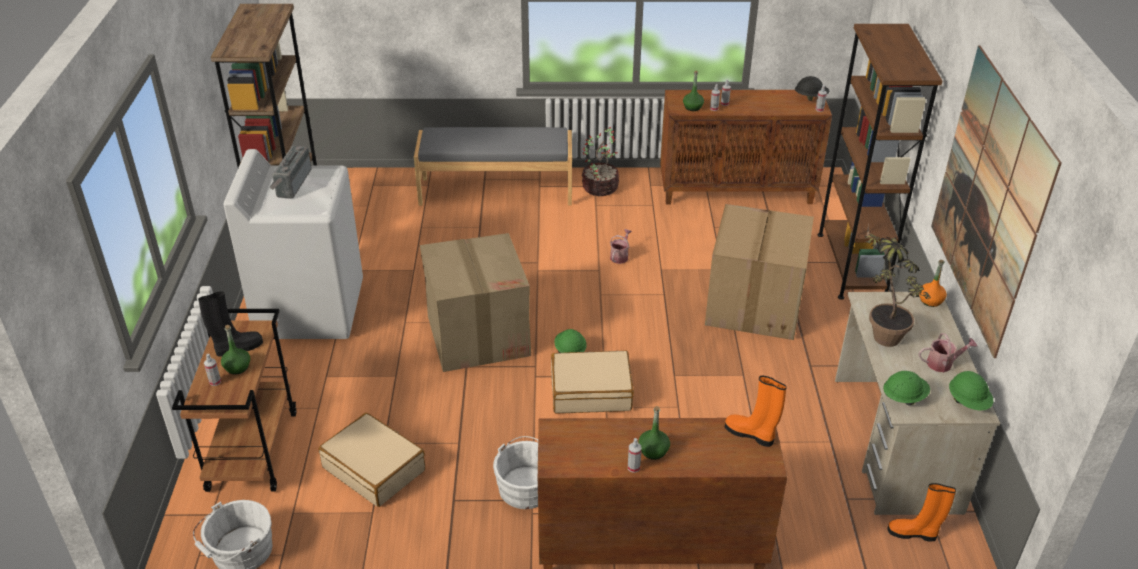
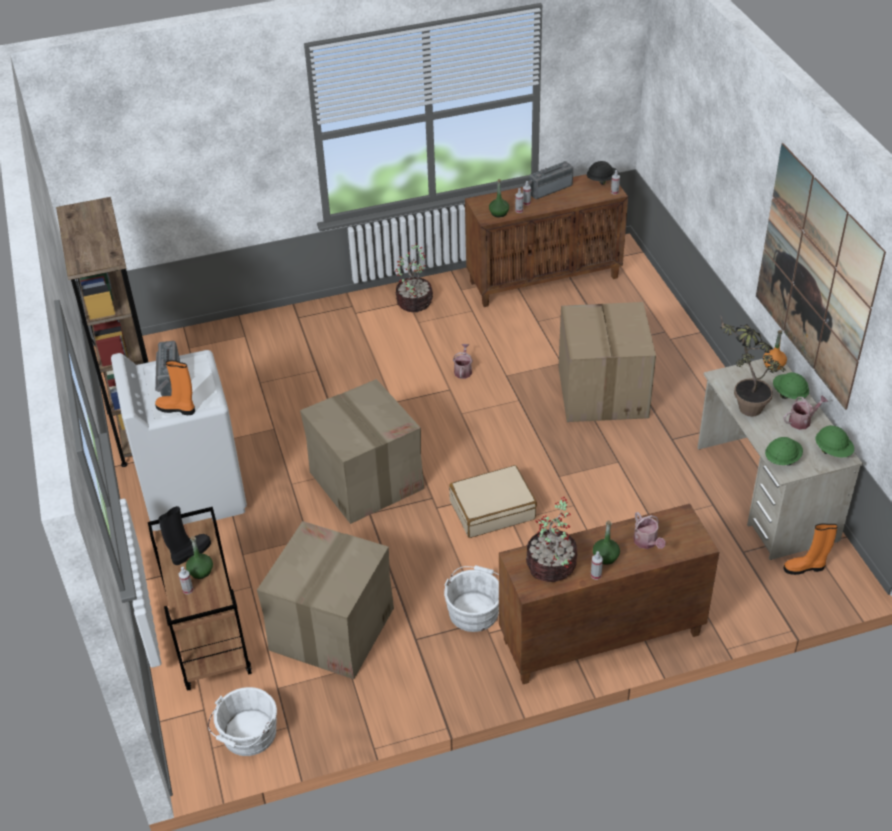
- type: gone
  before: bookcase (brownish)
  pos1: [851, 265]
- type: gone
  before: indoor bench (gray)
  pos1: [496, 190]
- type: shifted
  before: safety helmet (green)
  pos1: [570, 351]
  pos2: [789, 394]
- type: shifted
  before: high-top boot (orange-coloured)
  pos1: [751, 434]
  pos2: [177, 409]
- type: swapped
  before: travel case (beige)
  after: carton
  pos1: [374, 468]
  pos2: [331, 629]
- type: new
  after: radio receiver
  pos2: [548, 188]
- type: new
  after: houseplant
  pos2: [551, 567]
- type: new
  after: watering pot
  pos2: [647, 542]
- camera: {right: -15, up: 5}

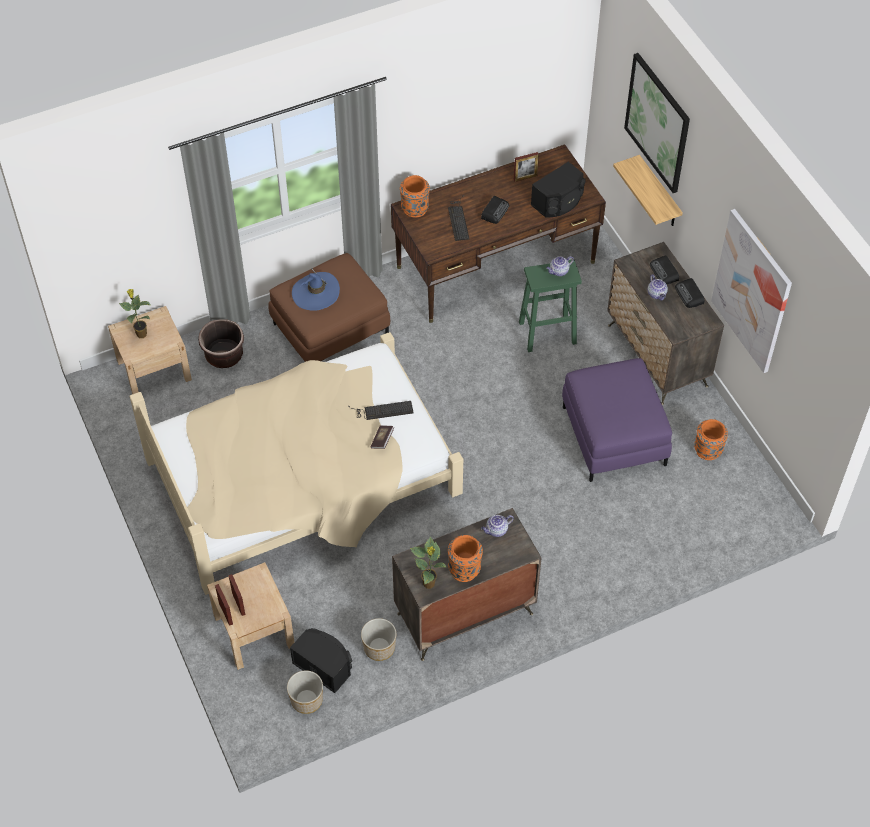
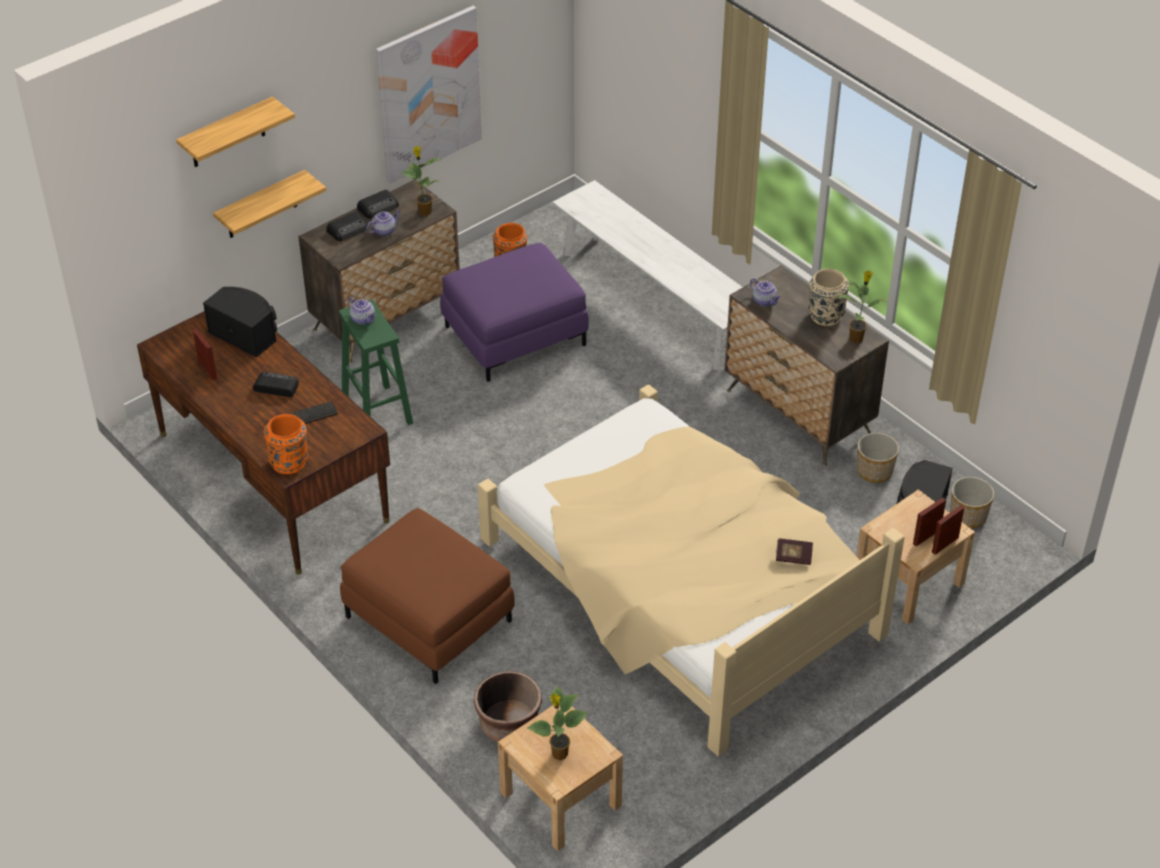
- type: swapped
  before: wall picture
  after: shelf
  pos1: [657, 122]
  pos2: [227, 134]
- type: gone
  before: hat (blue-coloured)
  pos1: [315, 293]
- type: gone
  before: computer keyboard
  pos1: [382, 410]
- type: shifted
  before: book
  pos1: [382, 440]
  pos2: [793, 557]
- type: repainted
  before: flower vase (orange-coloured)
  after: flower vase (beige)
  pos1: [464, 569]
  pos2: [825, 316]
- type: new
  after: houseplant
  pos2: [424, 211]
- type: new
  after: indoor bench (white)
  pos2: [654, 301]
- camera: {right: -105, up: -10}

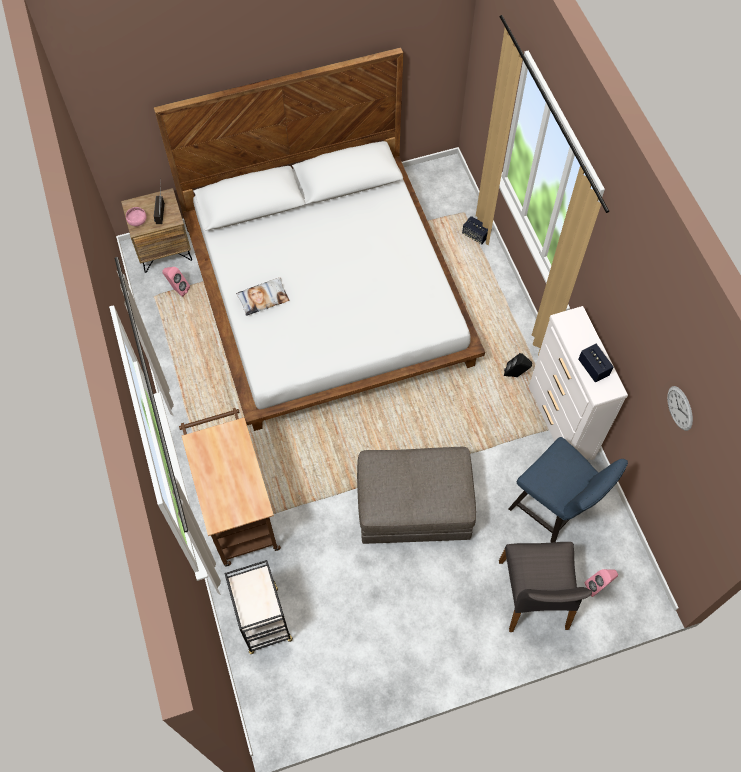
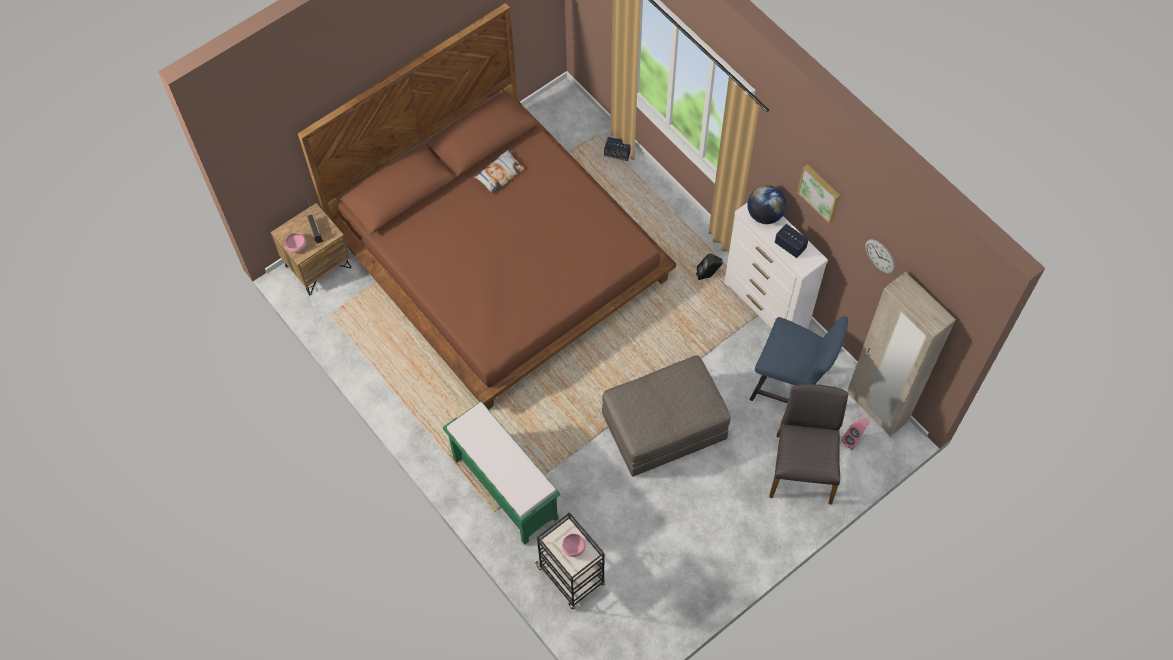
- type: repainted
  before: bedroom bed (white)
  after: bedroom bed (brownish)
  pos1: [328, 294]
  pos2: [500, 257]
- type: gone
  before: speaker (pinkish)
  pos1: [178, 289]
- type: shifted
  before: pillow
  pos1: [263, 298]
  pos2: [500, 174]
- type: swapped
  before: trolley (brownish)
  after: indoor bench (green)
  pos1: [238, 510]
  pos2: [504, 488]
- type: rotated
  before: chair (gray)
  pos1: [535, 595]
  pos2: [802, 467]
  turn: -150
- type: new
  after: wall picture
  pos2: [820, 192]
- type: new
  after: globe
  pos2: [764, 215]
- type: new
  after: clothes cupboard (beige)
  pos2: [876, 408]
- type: new
  after: deep dish (pinkish)
  pos2: [573, 548]
- camera: {right: -20, up: 0}

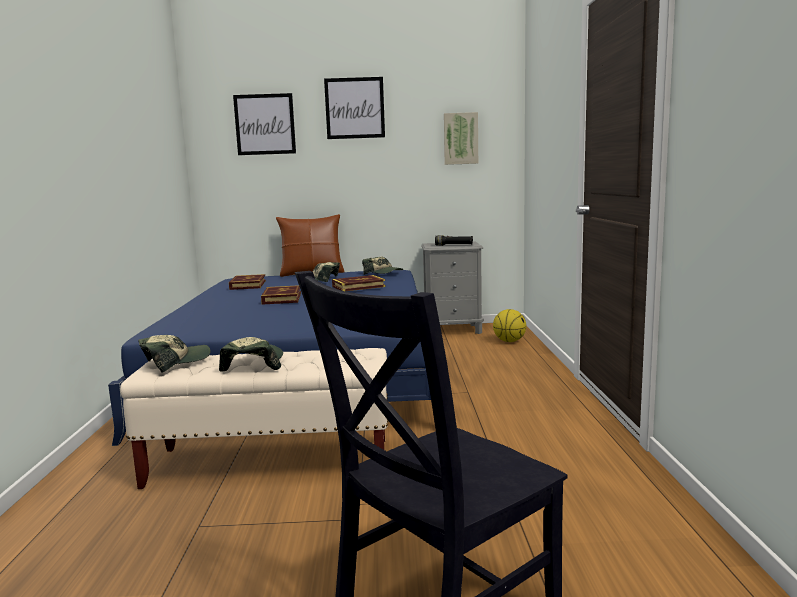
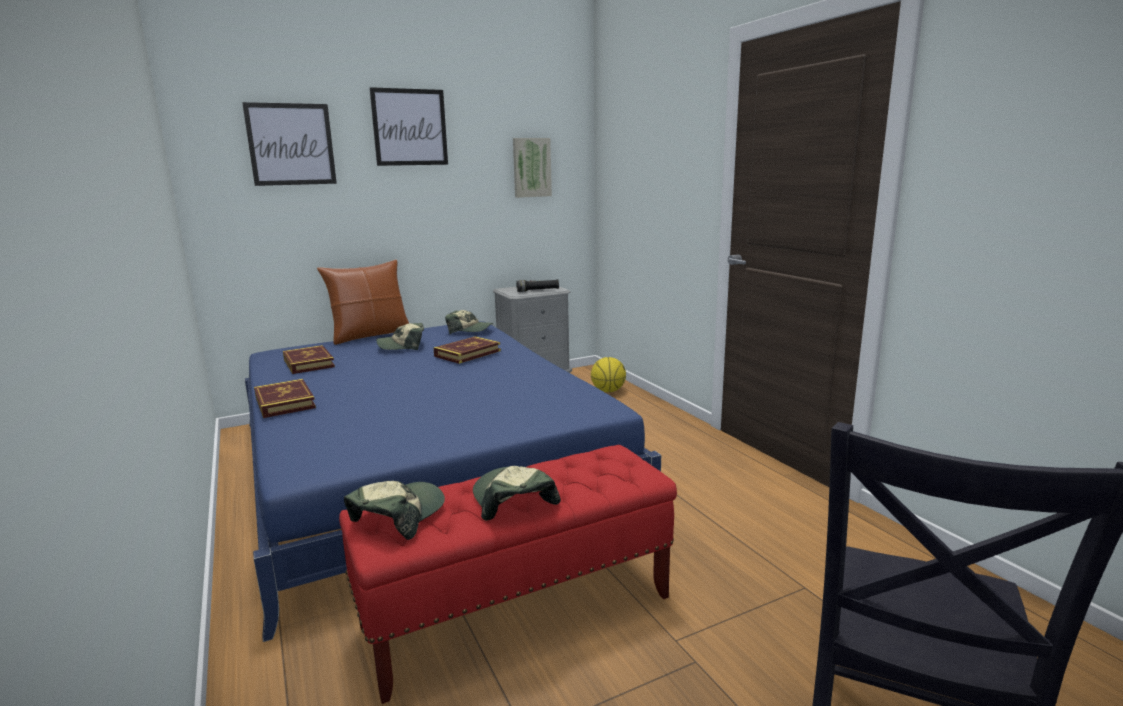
- type: shifted
  before: book
  pos1: [282, 298]
  pos2: [284, 402]
- type: repainted
  before: indoor bench (beige)
  after: indoor bench (red-coloured)
  pos1: [271, 464]
  pos2: [518, 612]
- camera: {right: -25, up: 5}

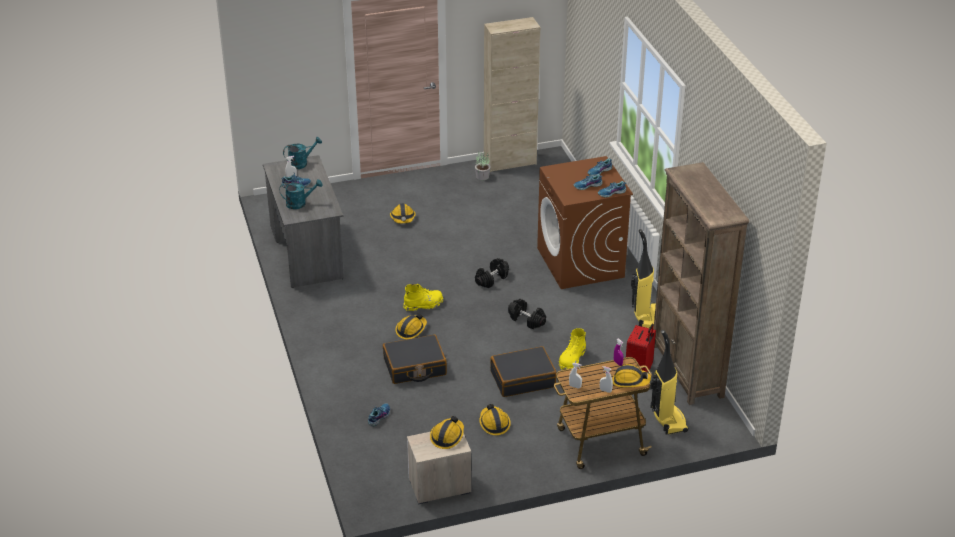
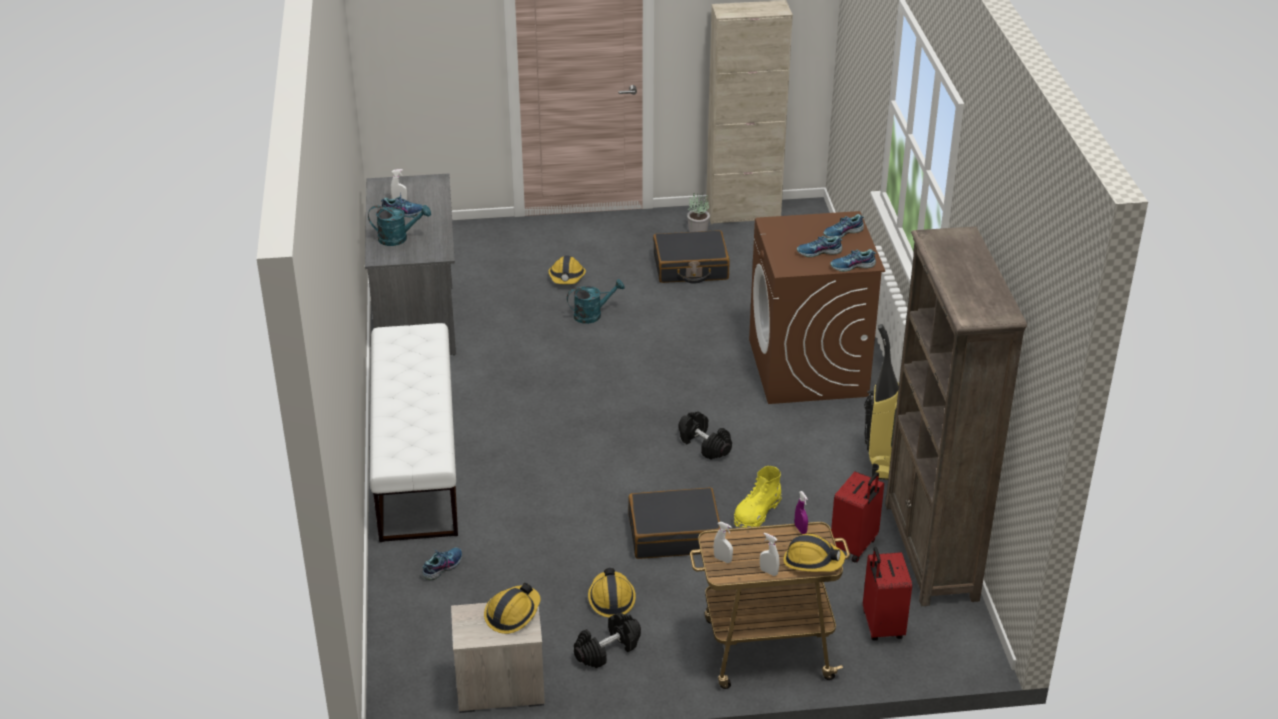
- type: shifted
  before: watering pot (blue-green)
  pos1: [301, 163]
  pos2: [592, 315]
- type: shifted
  before: hand weight (black-coloured)
  pos1: [491, 279]
  pos2: [607, 649]
- type: gone
  before: high-top boot (yellowish)
  pos1: [423, 305]
- type: gone
  before: safety helmet
  pos1: [411, 330]
- type: swapped
  before: vacuum cleaner
  after: travel case (red-coloured)
  pos1: [667, 420]
  pos2: [881, 626]
- type: shifted
  before: travel case (black-coloured)
  pos1: [414, 367]
  pos2: [690, 267]
- type: new
  after: indoor bench (white)
  pos2: [416, 457]
- camera: {right: 10, up: 0}

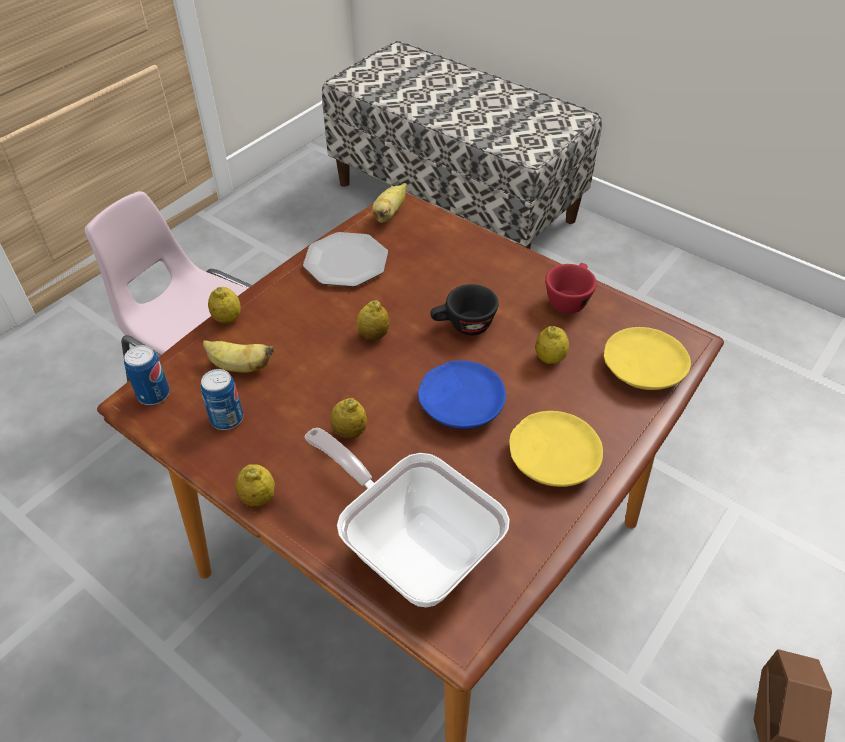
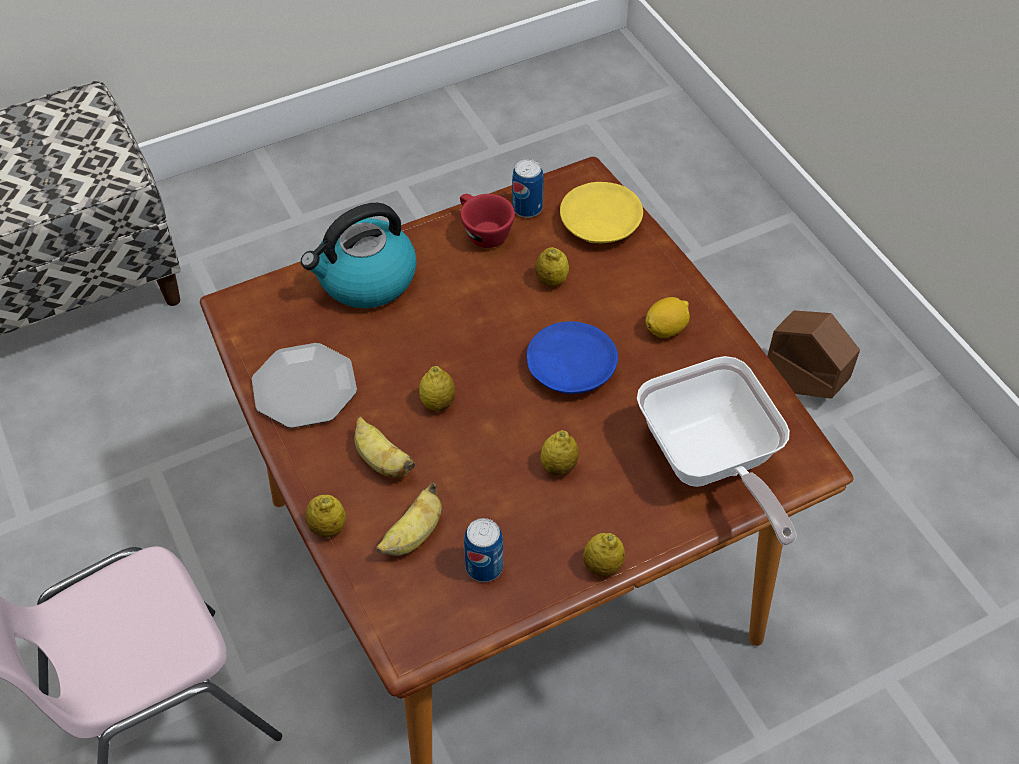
- type: shifted
  before: banana
  pos1: [389, 214]
  pos2: [381, 461]
- type: gone
  before: cup (black-coloured)
  pos1: [463, 326]
- type: shifted
  before: metal can
  pos1: [153, 394]
  pos2: [527, 208]
- type: swapped
  before: dinner plate (yellowish)
  after: whole lemon
  pos1: [553, 457]
  pos2: [666, 329]
- type: rotated
  before: pan
  pos1: [411, 546]
  pos2: [711, 464]
  turn: -90
- type: new
  after: water kettle
  pos2: [365, 279]
- camera: {right: -65, up: 5}

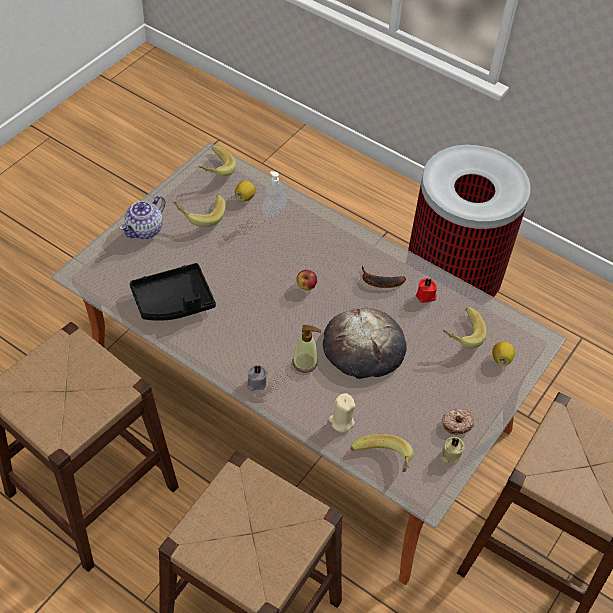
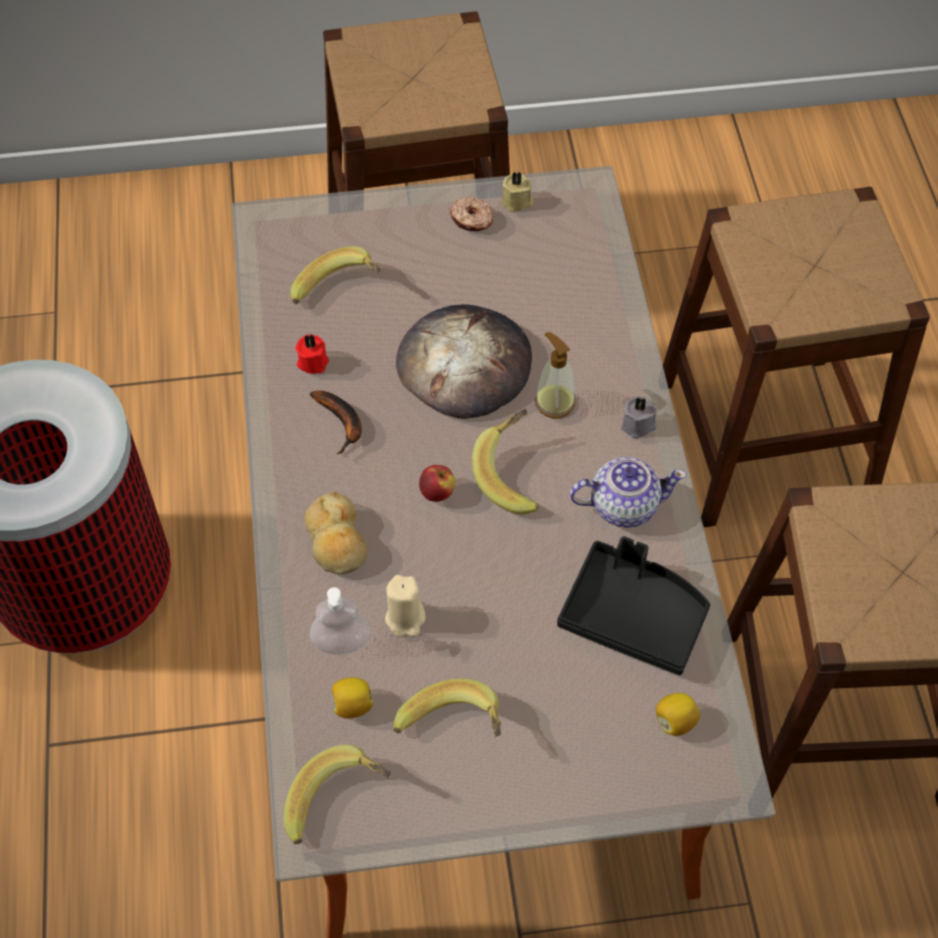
- type: shifted
  before: pot for tea
  pos1: [145, 230]
  pos2: [623, 505]
- type: shifted
  before: whole lemon
  pos1: [501, 359]
  pos2: [675, 721]
- type: shifted
  before: wax candle (beige)
  pos1: [341, 421]
  pos2: [405, 618]
- type: shifted
  before: banana
  pos1: [382, 463]
  pos2: [514, 474]
- type: new
  after: bread
  pos2: [336, 541]
- camera: {right: -130, up: 5}

